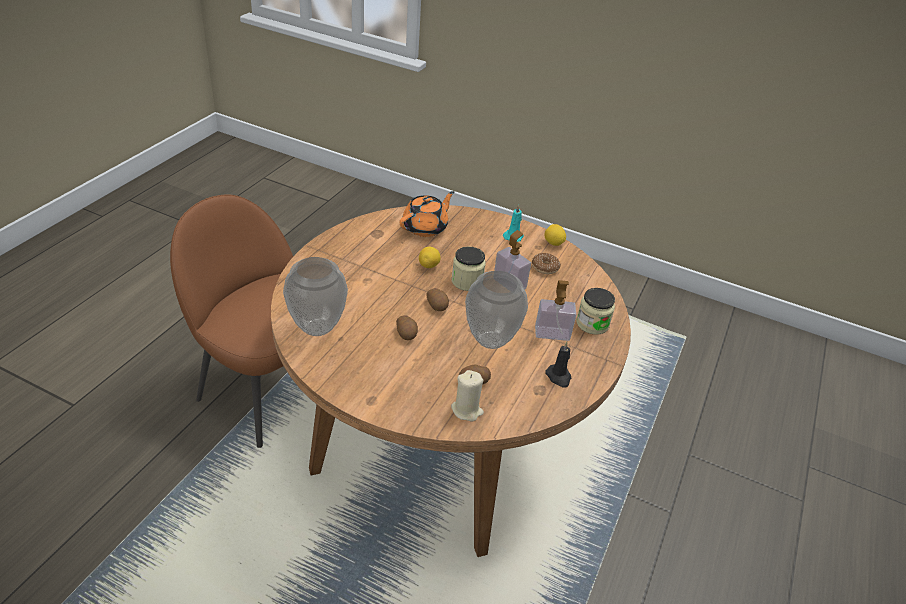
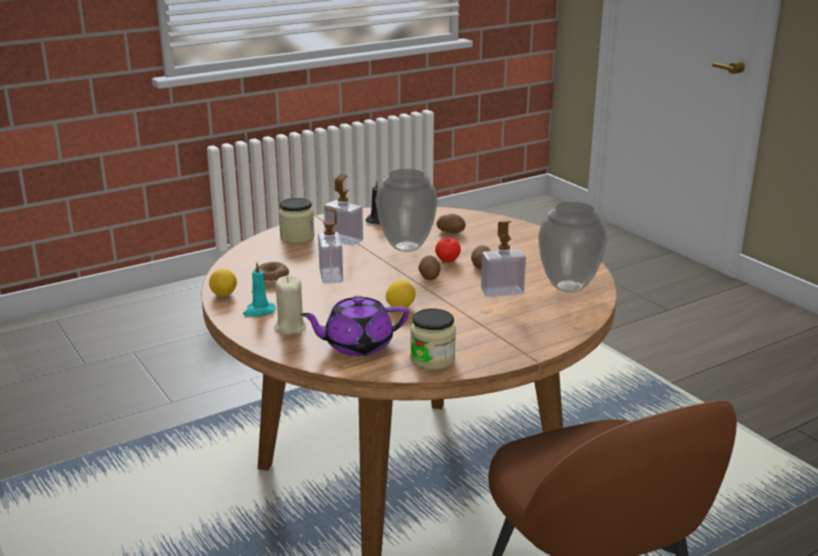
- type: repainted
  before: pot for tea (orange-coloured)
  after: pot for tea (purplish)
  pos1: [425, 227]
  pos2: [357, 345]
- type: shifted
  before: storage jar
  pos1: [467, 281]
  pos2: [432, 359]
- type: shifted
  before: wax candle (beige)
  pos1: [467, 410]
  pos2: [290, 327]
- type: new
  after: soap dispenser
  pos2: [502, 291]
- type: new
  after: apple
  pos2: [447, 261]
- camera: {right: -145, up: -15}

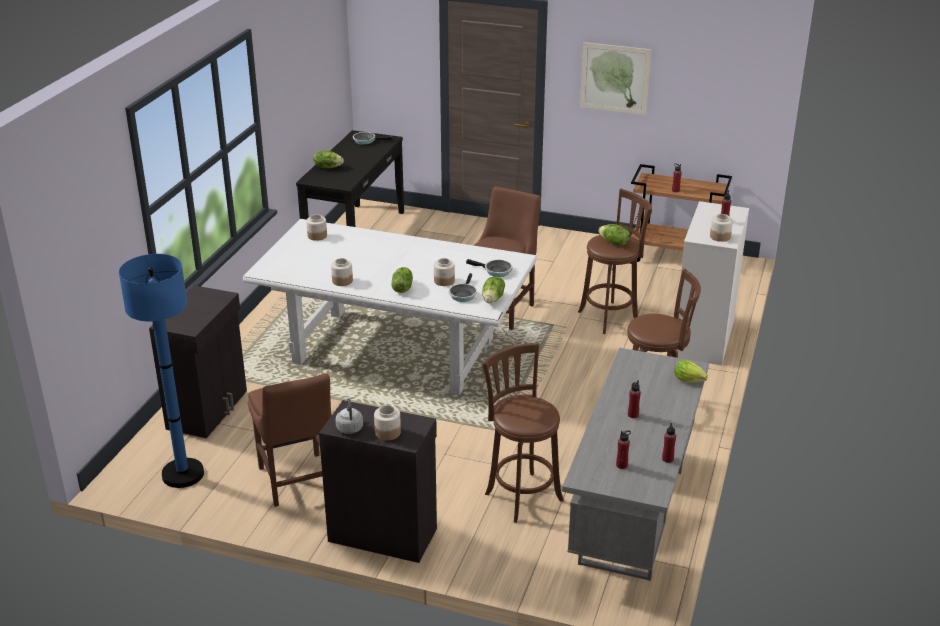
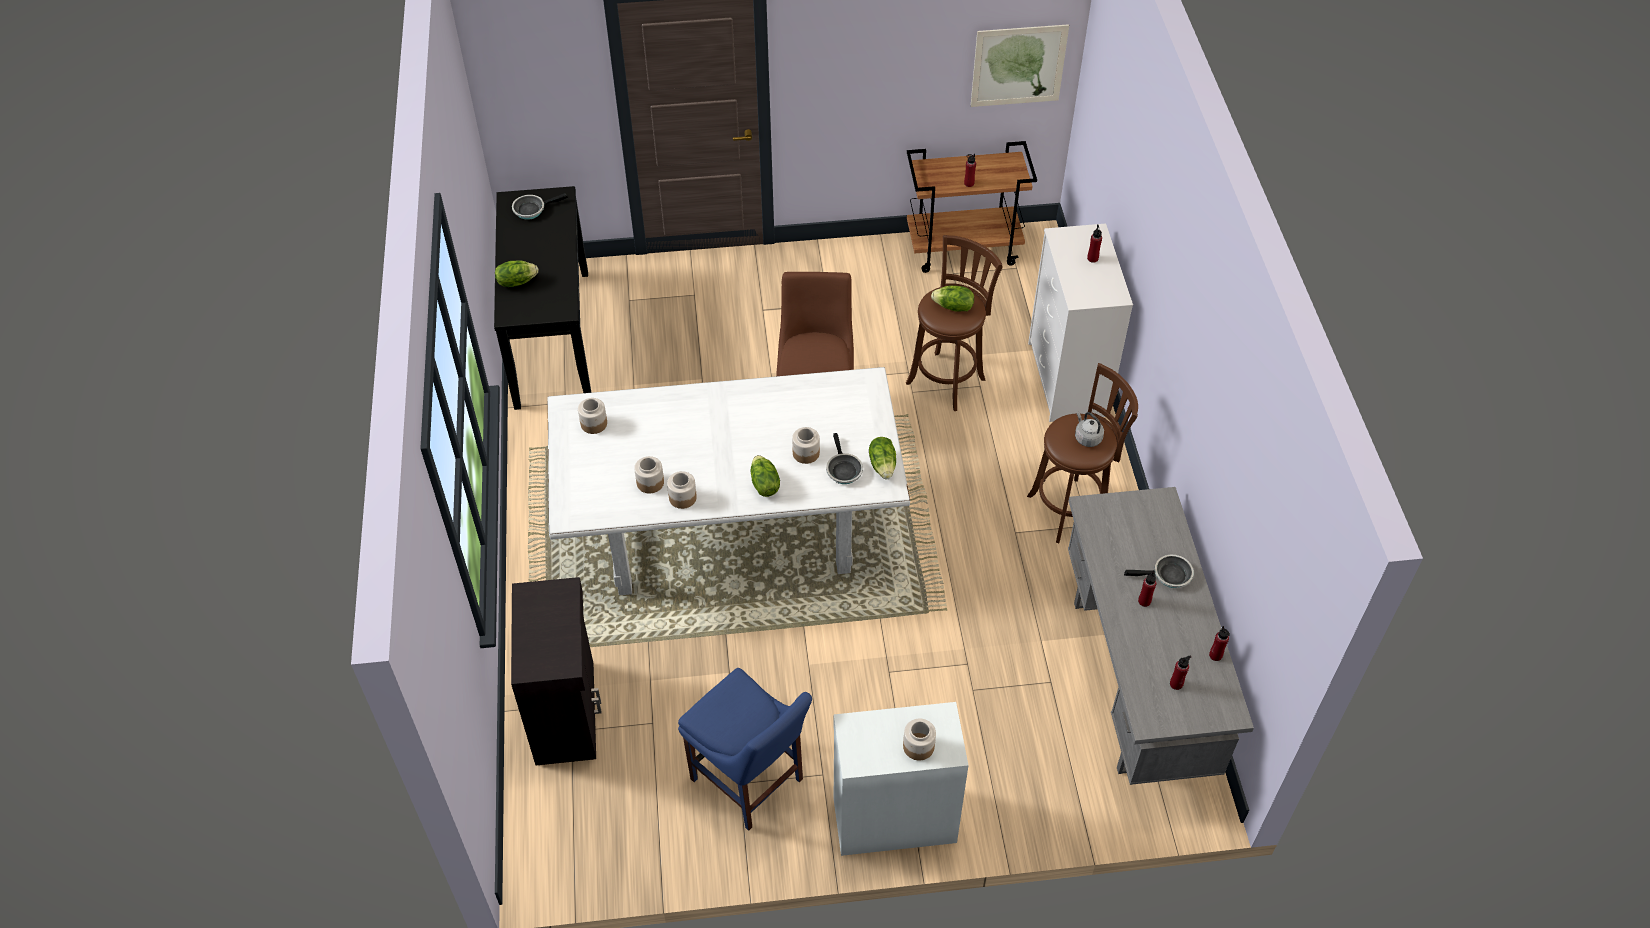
- type: shifted
  before: wall picture
  pos1: [615, 78]
  pos2: [1018, 65]
- type: shifted
  before: storage jar
  pos1: [720, 236]
  pos2: [650, 482]
- type: gone
  before: standing lamp (blue-coloured)
  pos1: [183, 474]
- type: shifted
  before: pan
  pos1: [495, 271]
  pos2: [1168, 575]
- type: gone
  before: sitting stool (brownish)
  pos1: [521, 495]
- type: gone
  before: lettuce head
  pos1: [690, 381]
- type: repainted
  before: chair (brownish)
  after: chair (blue-coloured)
  pos1: [297, 482]
  pos2: [750, 783]
- type: shifted
  before: water kettle (gray)
  pos1: [349, 427]
  pos2: [1087, 437]
- type: repainted
  before: storage cabinet (black-coloured)
  after: storage cabinet (white)
  pos1: [382, 533]
  pos2: [893, 818]
- camera: {right: -25, up: 20}

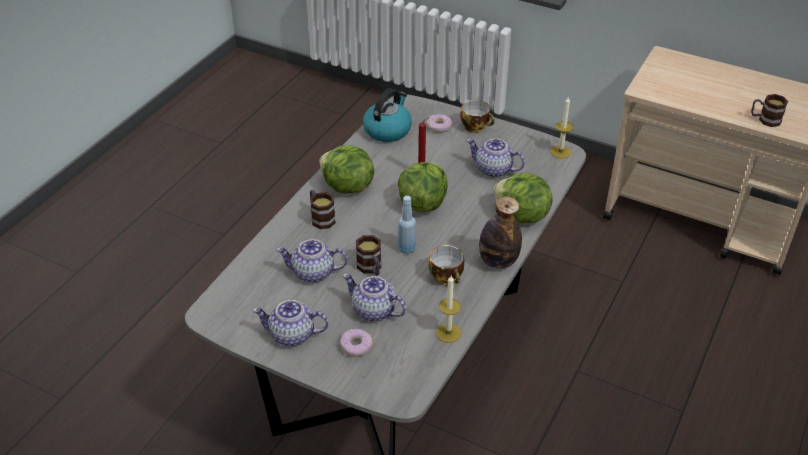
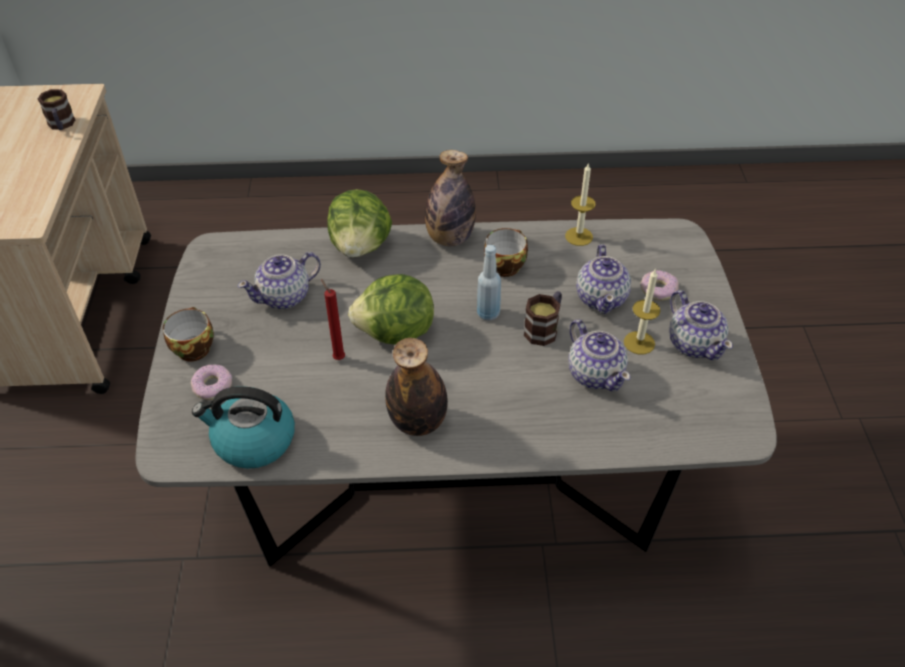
- type: shifted
  before: wax candle
  pos1: [560, 152]
  pos2: [639, 342]
- type: rotated
  before: pot for tea
  pos1: [494, 170]
  pos2: [285, 297]
  turn: 60
- type: swapped
  before: lettuce head
  after: beverage bottle
  pos1: [346, 187]
  pos2: [418, 422]
- type: gone
  before: mug
  pos1: [320, 217]
- camera: {right: -120, up: 5}

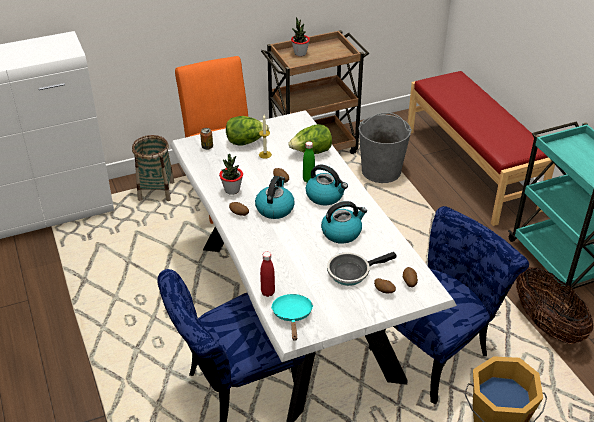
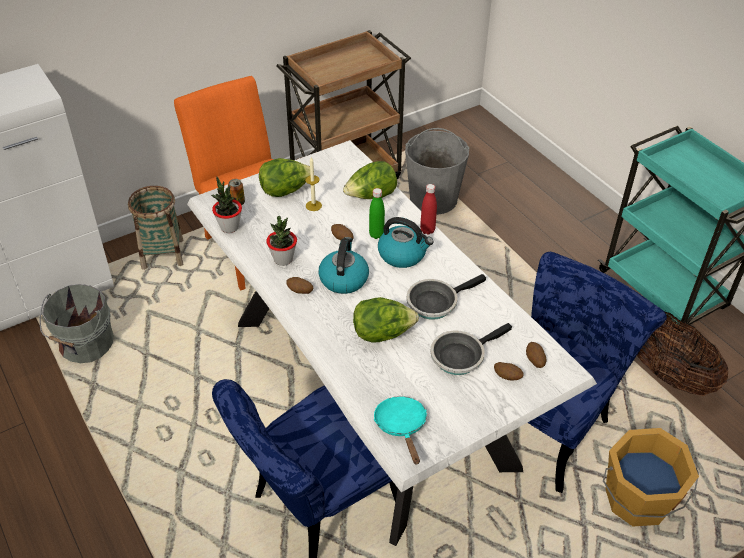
- type: shifted
  before: houseplant
  pos1: [300, 53]
  pos2: [229, 227]
- type: gone
  before: indoor bench (red-coloured)
  pos1: [471, 169]
- type: swapped
  before: water kettle
  after: pan
  pos1: [342, 232]
  pos2: [435, 302]
- type: shifted
  before: beverage bottle (red-coloured)
  pos1: [268, 292]
  pos2: [427, 230]
- type: new
  after: pail (gray)
  pos2: [84, 345]
- type: new
  after: lettuce head
  pos2: [382, 333]
- camera: {right: -10, up: 5}

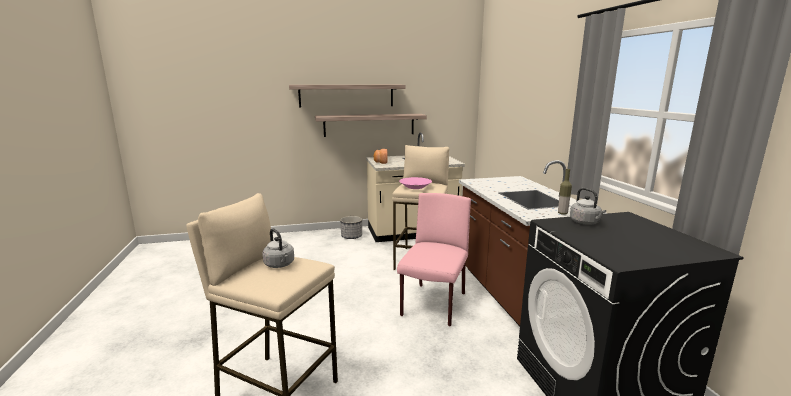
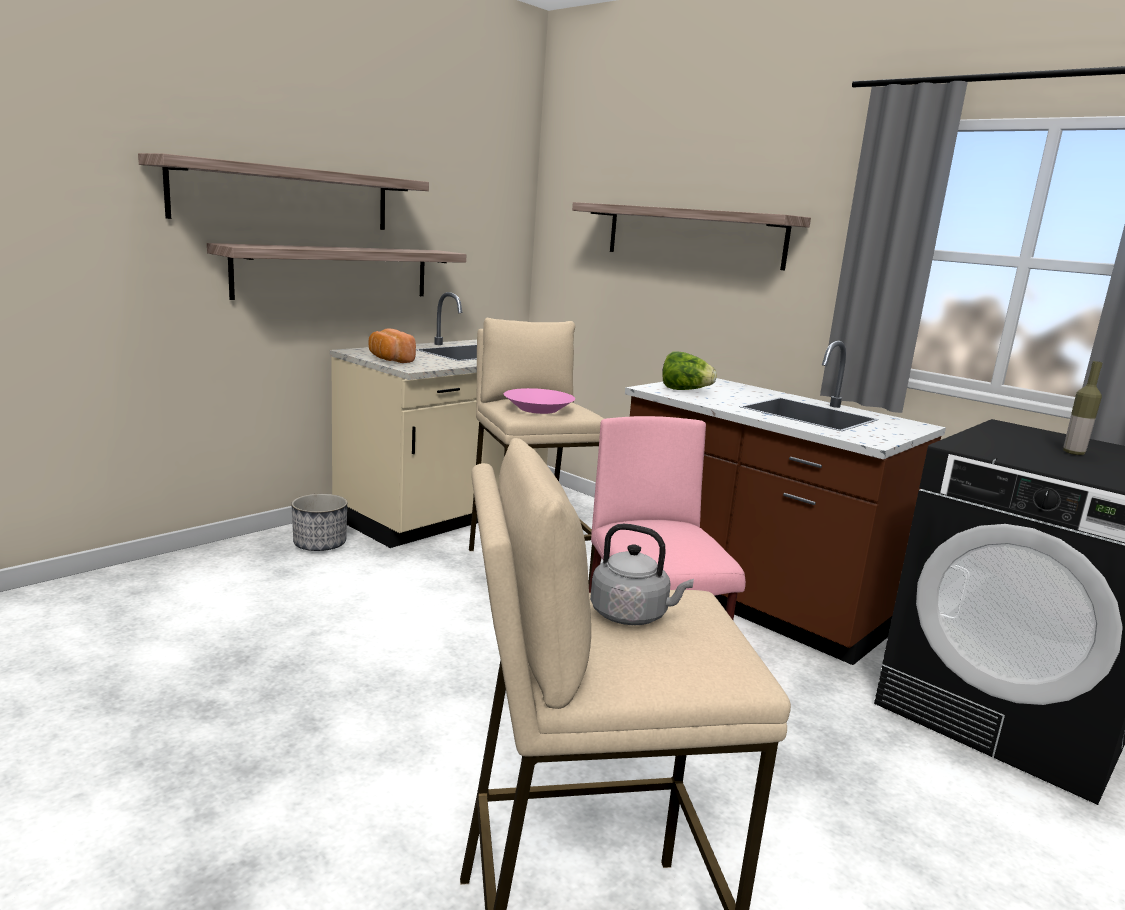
- type: shifted
  before: beverage bottle
  pos1: [562, 213]
  pos2: [1073, 453]
- type: gone
  before: water kettle (gray)
  pos1: [585, 222]
- type: new
  after: shelf
  pos2: [693, 235]
- type: new
  after: lettuce head
  pos2: [685, 390]
- camera: {right: -35, up: 0}

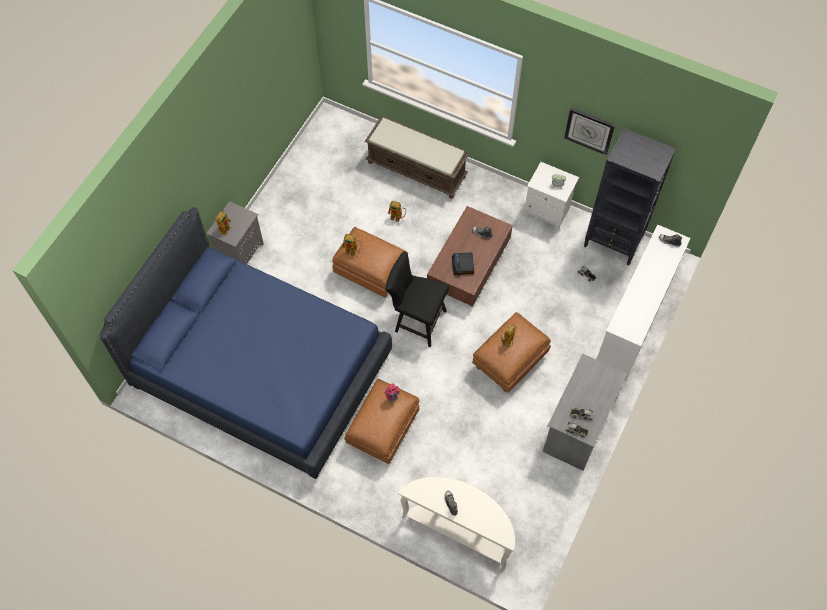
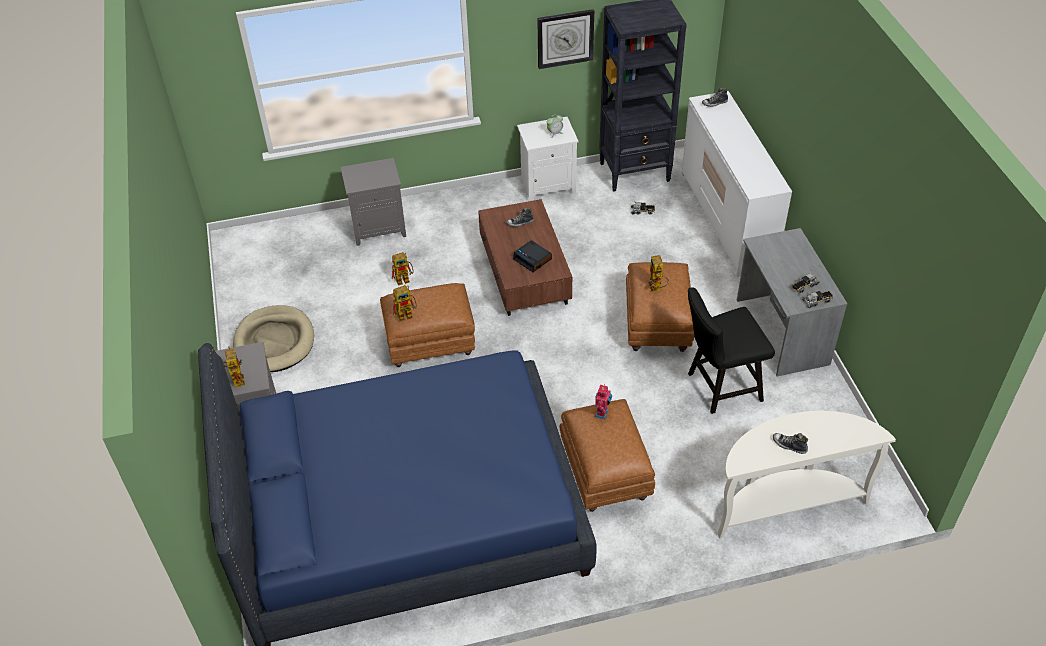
- type: swapped
  before: indoor bench (brownish)
  after: night table (gray)
  pos1: [417, 169]
  pos2: [379, 228]
- type: shifted
  before: chair (black-coloured)
  pos1: [416, 320]
  pos2: [719, 387]
- type: new
  after: dog bed (beige)
  pos2: [274, 342]
- camera: {right: -40, up: -15}

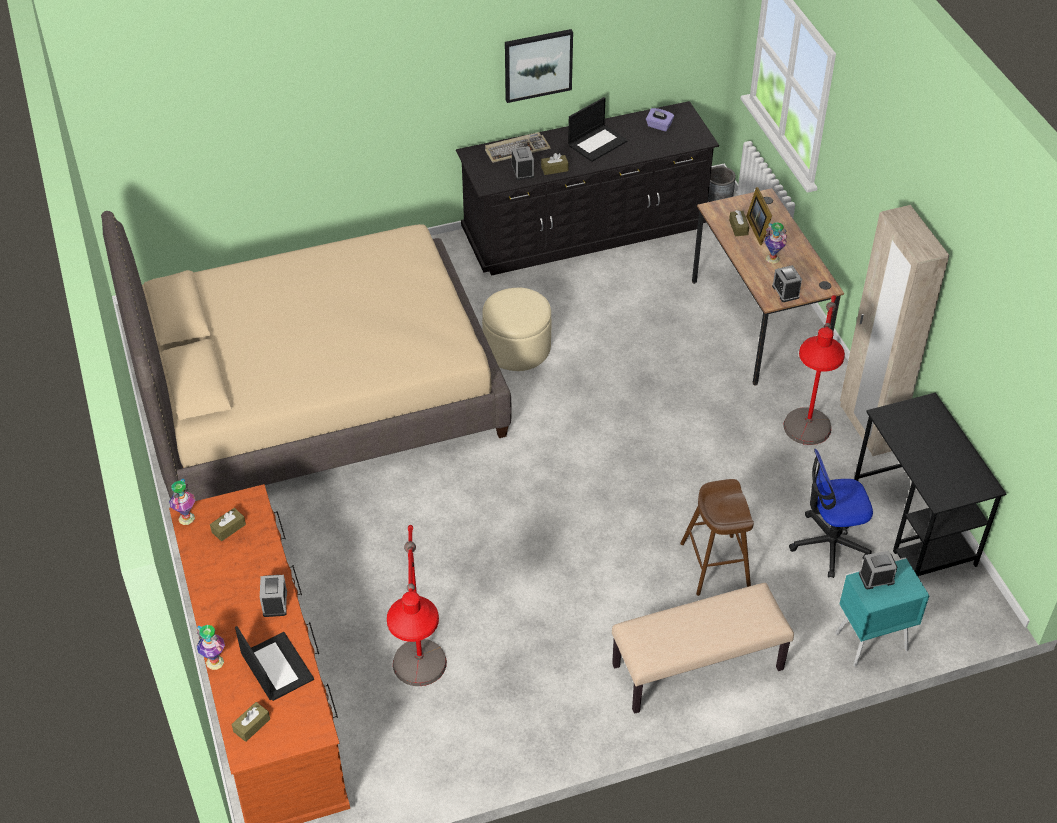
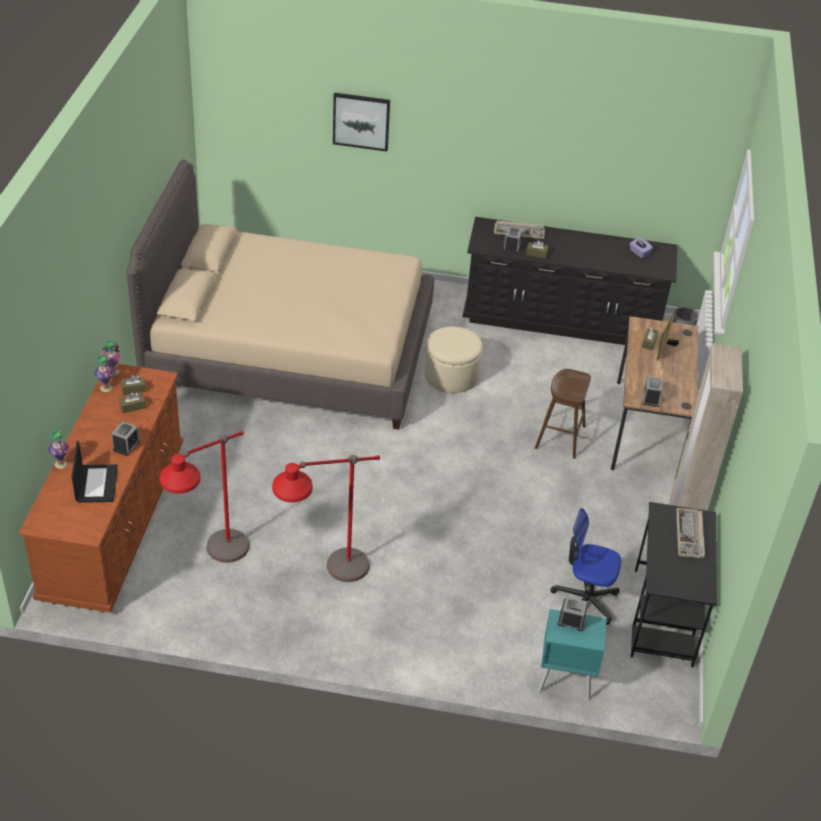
- type: shifted
  before: wall picture
  pos1: [538, 64]
  pos2: [361, 121]
- type: gone
  before: notebook computer
  pos1: [597, 143]
- type: shifted
  before: flower vase
  pos1: [772, 259]
  pos2: [105, 387]
- type: shifted
  before: standing lamp (red-coloured)
  pos1: [802, 451]
  pos2: [326, 582]
- type: shifted
  before: sitting stool (brownish)
  pos1: [715, 565]
  pos2: [560, 437]
- type: gone
  before: indoor bench (beige)
  pos1: [697, 668]
- type: shifted
  before: box of tissues (brownish)
  pos1: [251, 725]
  pos2: [133, 407]
- type: new
  after: computer keyboard
  pos2: [690, 535]
- camera: {right: 25, up: -5}

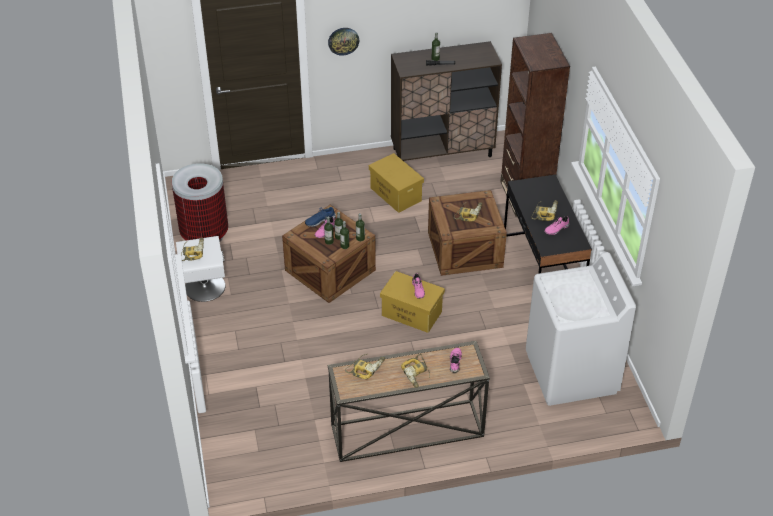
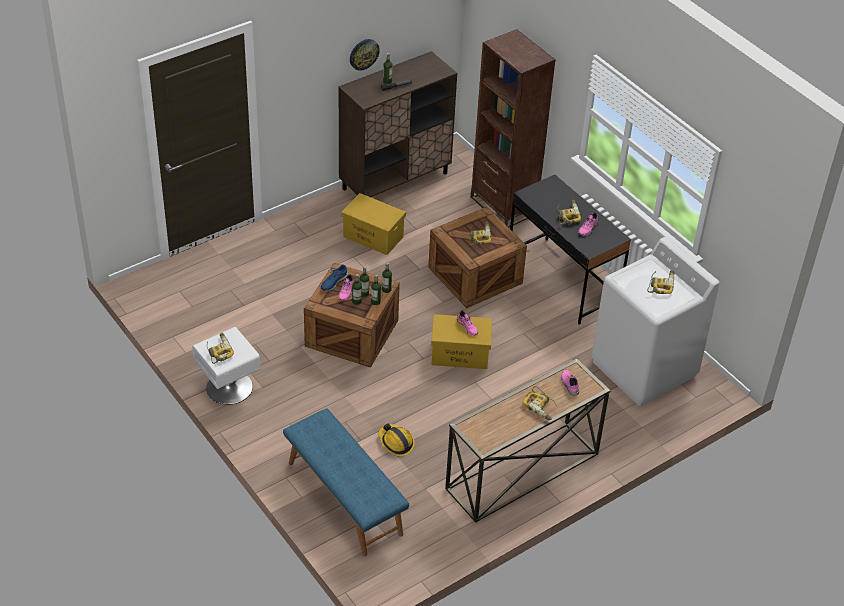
- type: shifted
  before: hanging clock
  pos1: [343, 41]
  pos2: [363, 54]
- type: gone
  before: trash can
  pos1: [204, 234]
- type: shifted
  before: electric drill
  pos1: [366, 368]
  pos2: [661, 284]
- type: new
  after: indoor bench (blue-coloured)
  pos2: [344, 498]
- type: new
  after: safety helmet
  pos2: [396, 443]
- camera: {right: -25, up: 0}

